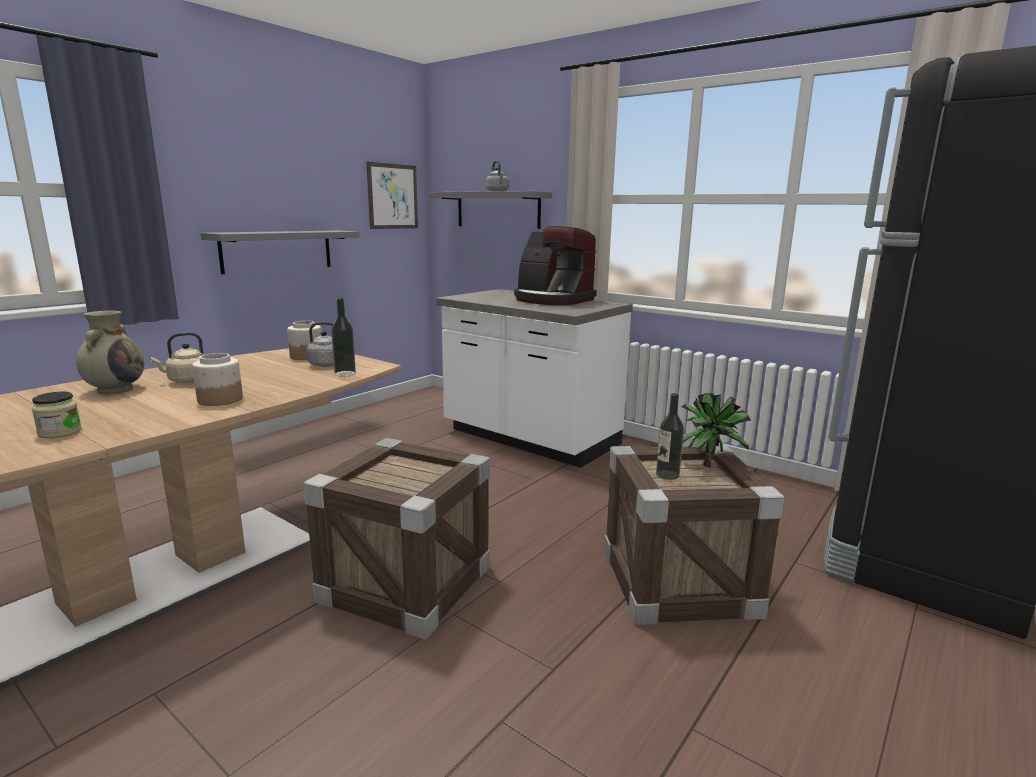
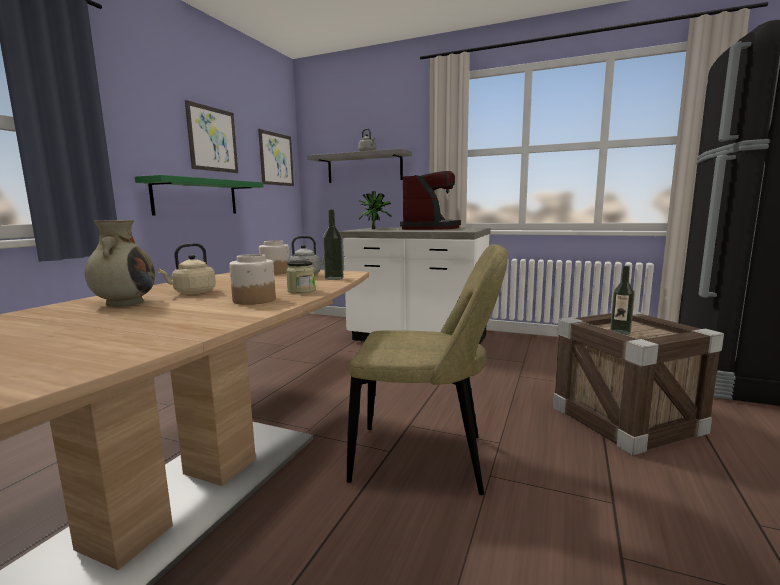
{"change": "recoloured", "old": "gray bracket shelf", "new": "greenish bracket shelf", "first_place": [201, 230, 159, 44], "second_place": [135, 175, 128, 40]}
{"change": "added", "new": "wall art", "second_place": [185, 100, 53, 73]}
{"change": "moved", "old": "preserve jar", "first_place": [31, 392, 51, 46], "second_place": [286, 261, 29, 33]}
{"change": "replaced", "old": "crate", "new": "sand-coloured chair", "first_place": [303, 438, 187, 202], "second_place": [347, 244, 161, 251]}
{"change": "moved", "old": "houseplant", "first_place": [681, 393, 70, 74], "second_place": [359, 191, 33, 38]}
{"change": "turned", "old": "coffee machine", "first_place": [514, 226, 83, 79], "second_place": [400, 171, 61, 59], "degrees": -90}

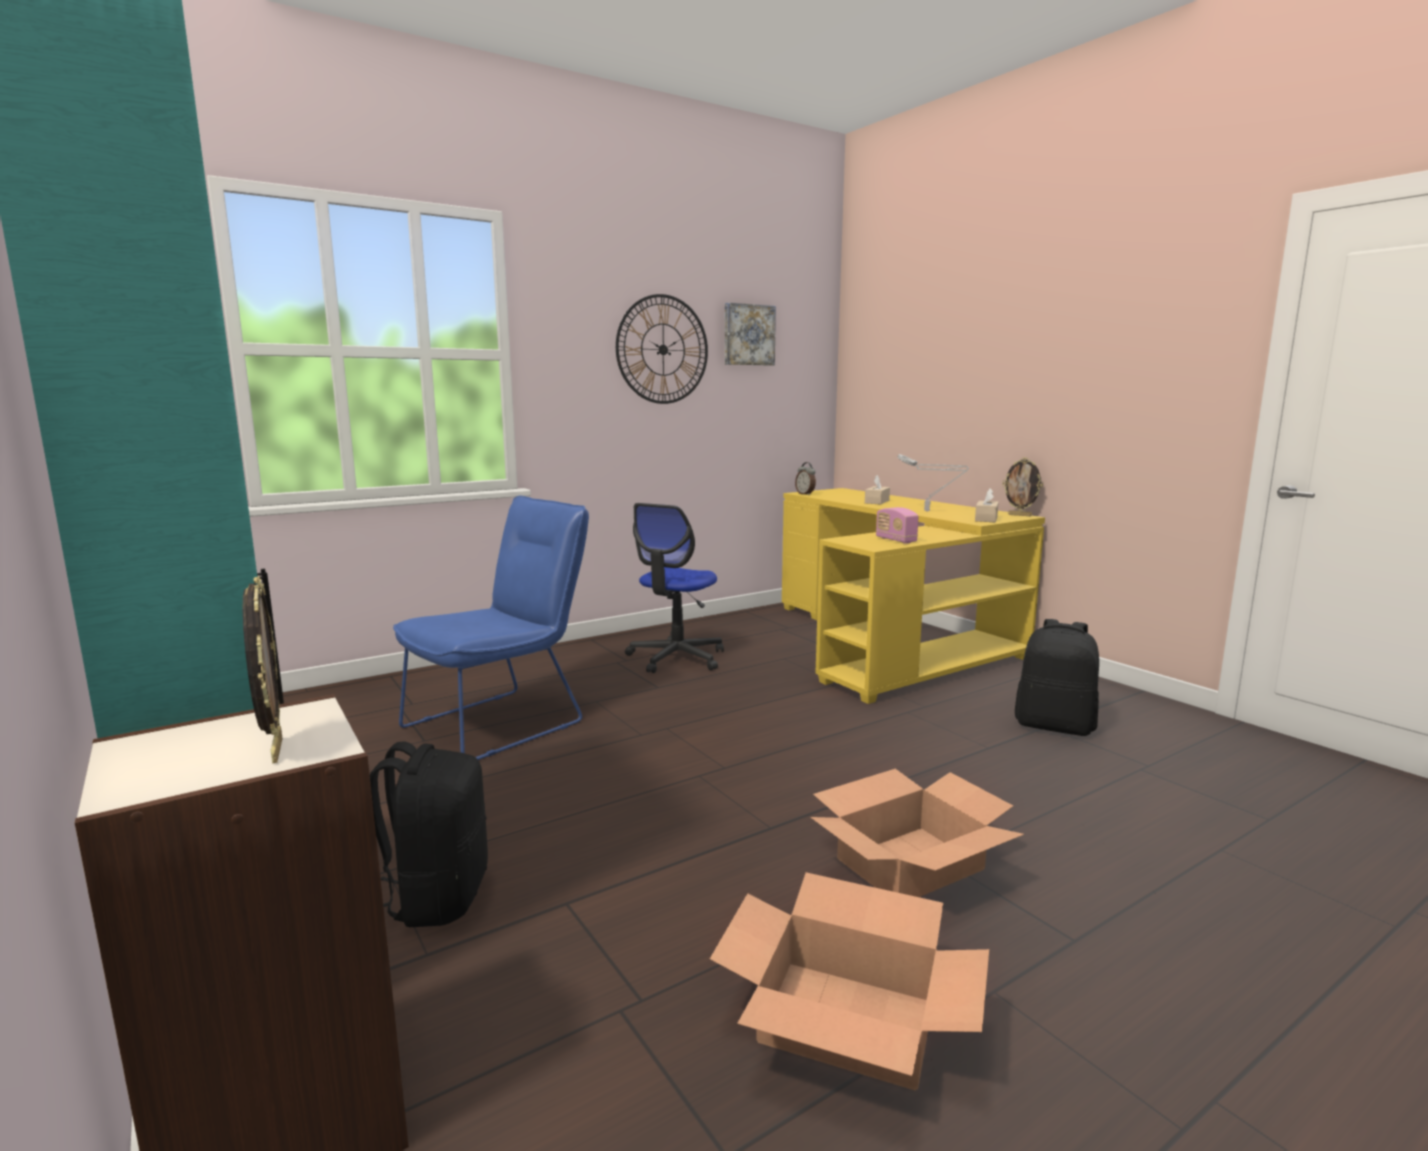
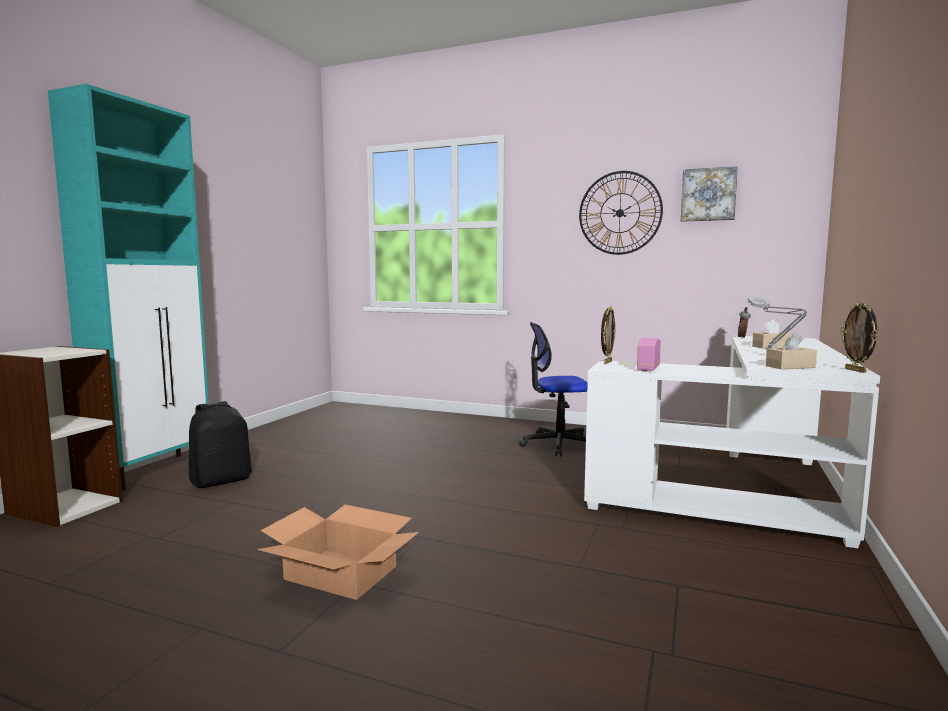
{"change": "recoloured", "old": "yellowish desk", "new": "white-coloured desk", "first_place": [782, 488, 263, 216], "second_place": [584, 335, 296, 213]}
{"change": "moved", "old": "picture frame", "first_place": [243, 576, 40, 188], "second_place": [601, 306, 15, 58]}
{"change": "removed", "old": "blue chair", "first_place": [393, 496, 196, 264]}
{"change": "removed", "old": "carton", "first_place": [710, 872, 279, 219]}
{"change": "removed", "old": "black knapsack", "first_place": [1015, 619, 84, 117]}

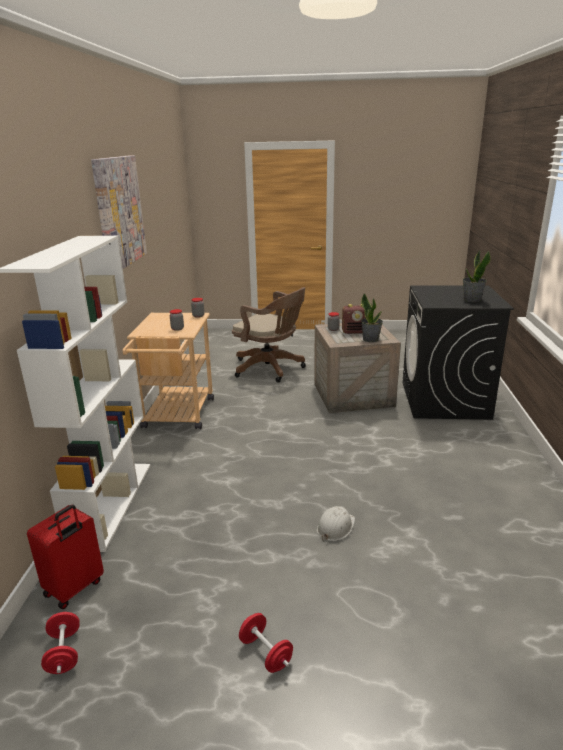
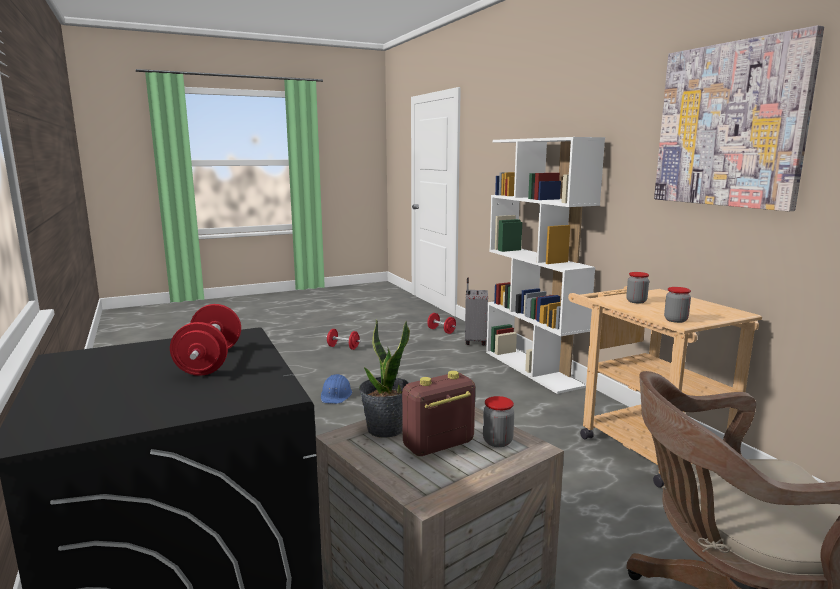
{"change": "added", "new": "red hand weight", "second_place": [170, 304, 71, 72]}
{"change": "recoloured", "old": "white-coloured safety helmet", "new": "blue safety helmet", "first_place": [317, 506, 38, 35], "second_place": [321, 374, 31, 30]}
{"change": "recoloured", "old": "red suitcase", "new": "gray suitcase", "first_place": [27, 505, 77, 104], "second_place": [465, 278, 23, 68]}
{"change": "removed", "old": "houseplant", "first_place": [463, 249, 28, 53]}

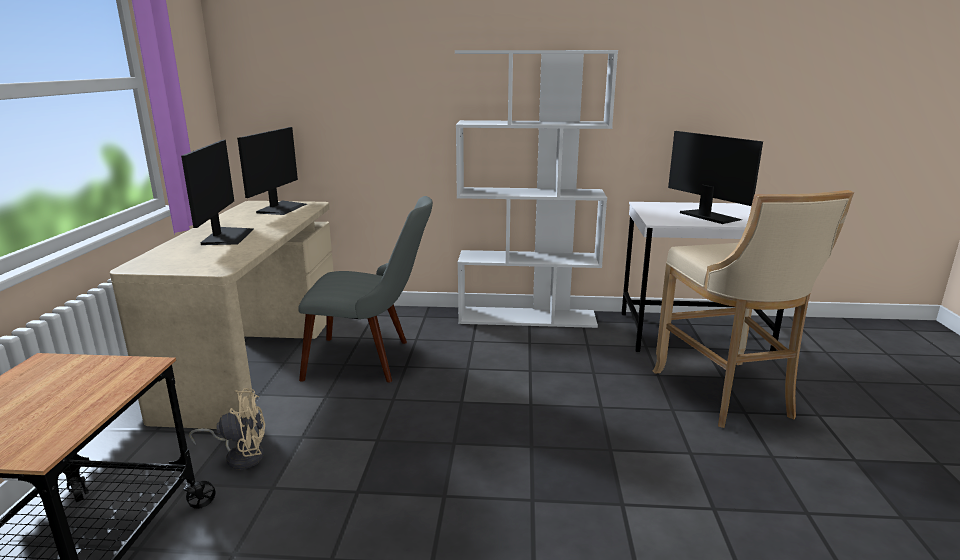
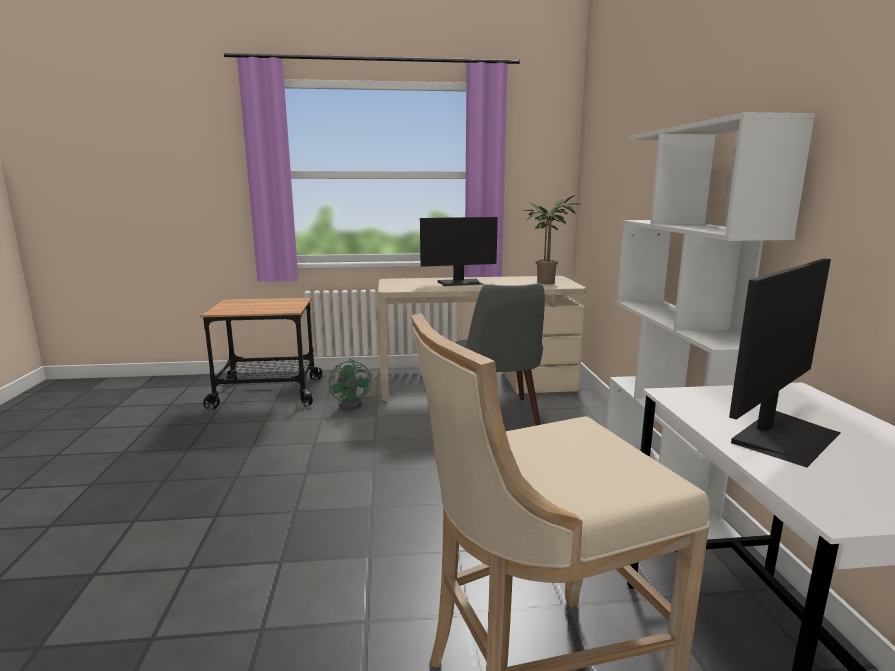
{"change": "recoloured", "old": "sand-coloured fan", "new": "greenish fan", "first_place": [189, 388, 76, 81], "second_place": [329, 359, 42, 51]}
{"change": "replaced", "old": "computer display", "new": "houseplant", "first_place": [237, 127, 70, 88], "second_place": [523, 196, 58, 88]}

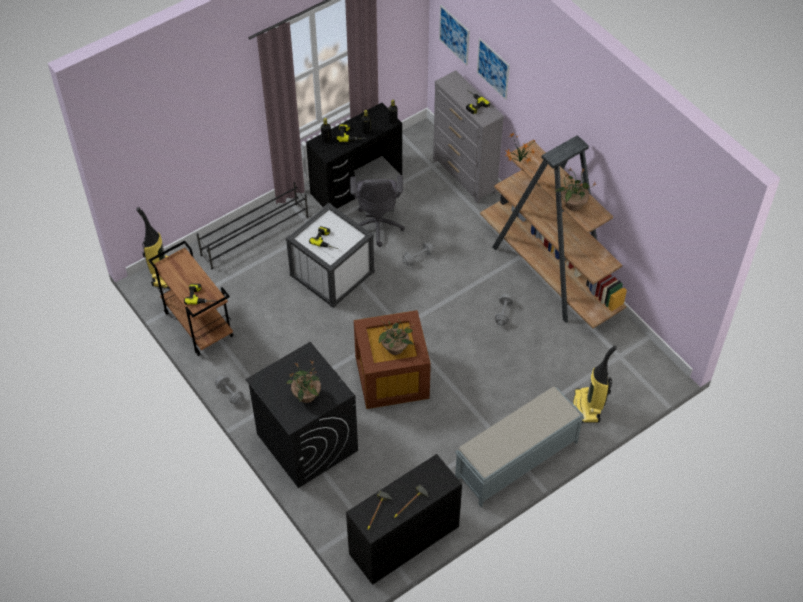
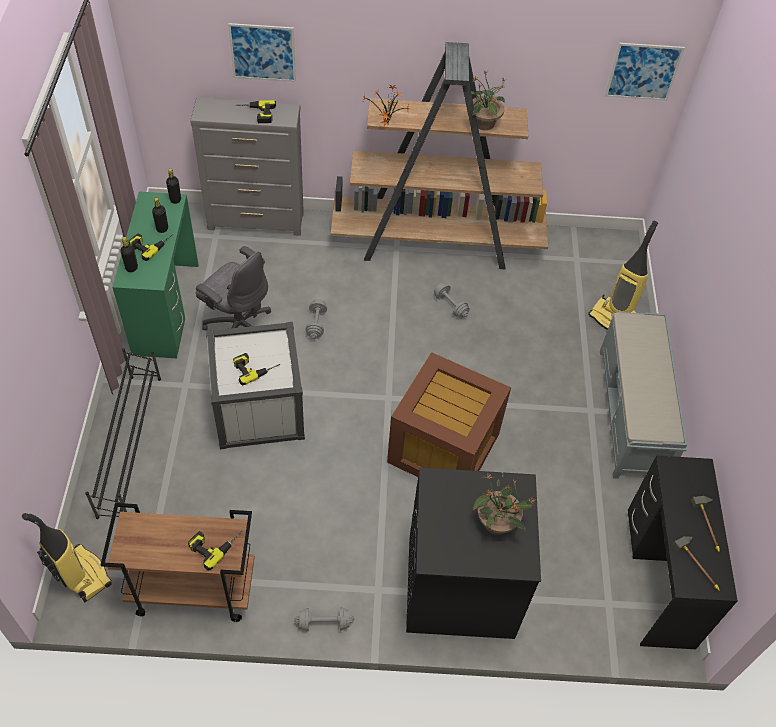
{"change": "recoloured", "old": "black desk", "new": "greenish desk", "first_place": [306, 103, 96, 106], "second_place": [112, 192, 87, 166]}
{"change": "moved", "old": "wall art", "first_place": [439, 5, 31, 61], "second_place": [605, 43, 80, 58]}
{"change": "removed", "old": "houseplant", "first_place": [379, 317, 35, 38]}

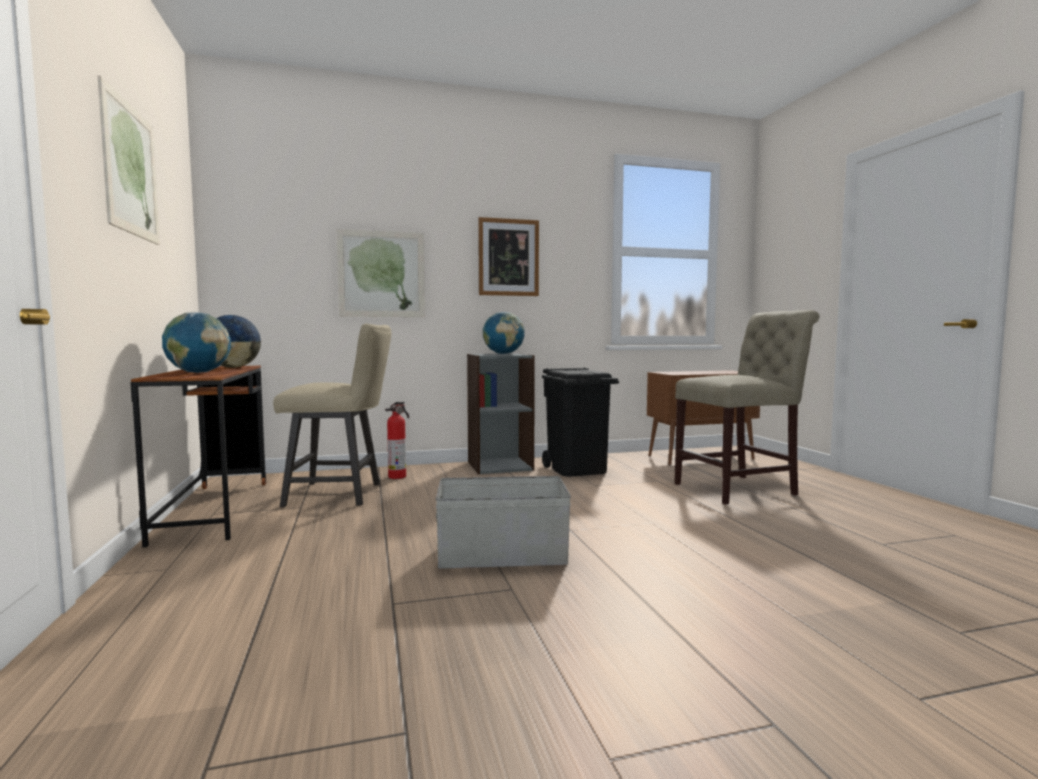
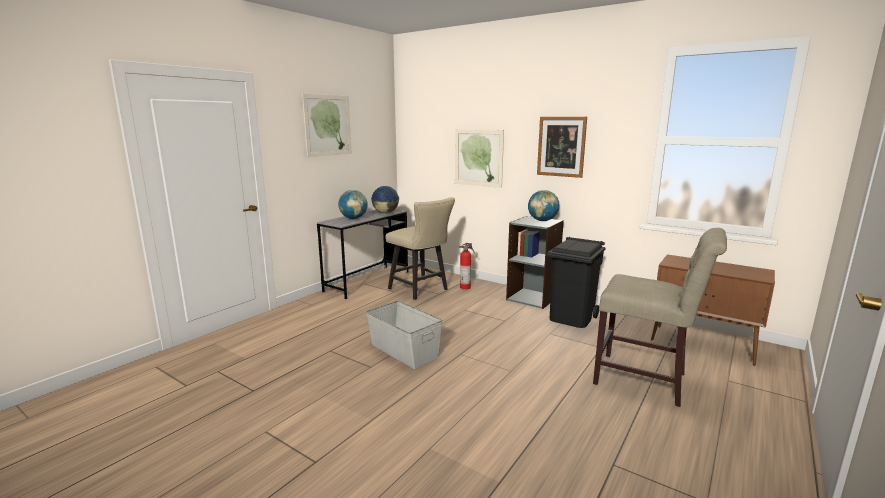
{"change": "recoloured", "old": "brown-coloured desk", "new": "gray desk", "first_place": [130, 366, 136, 181], "second_place": [317, 209, 92, 90]}

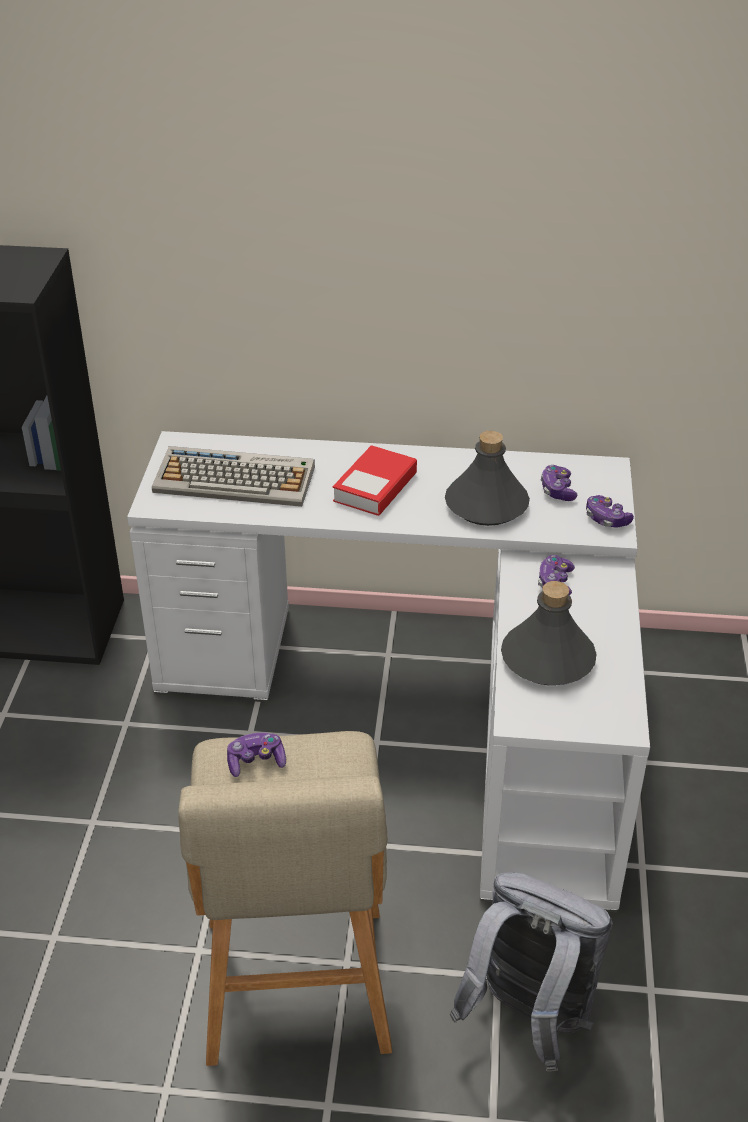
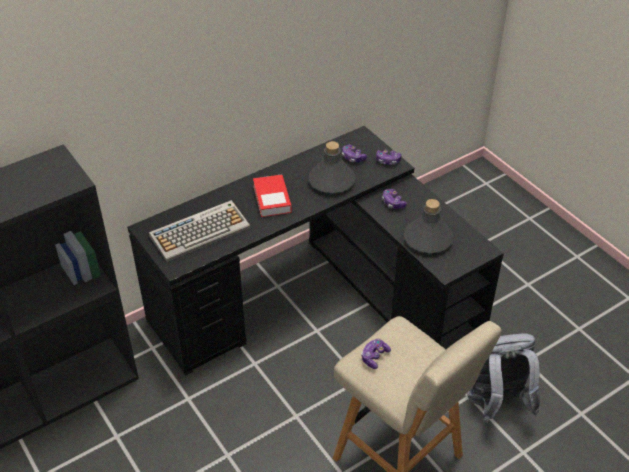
{"change": "recoloured", "old": "white-coloured desk", "new": "black desk", "first_place": [127, 431, 523, 481], "second_place": [127, 126, 377, 250]}

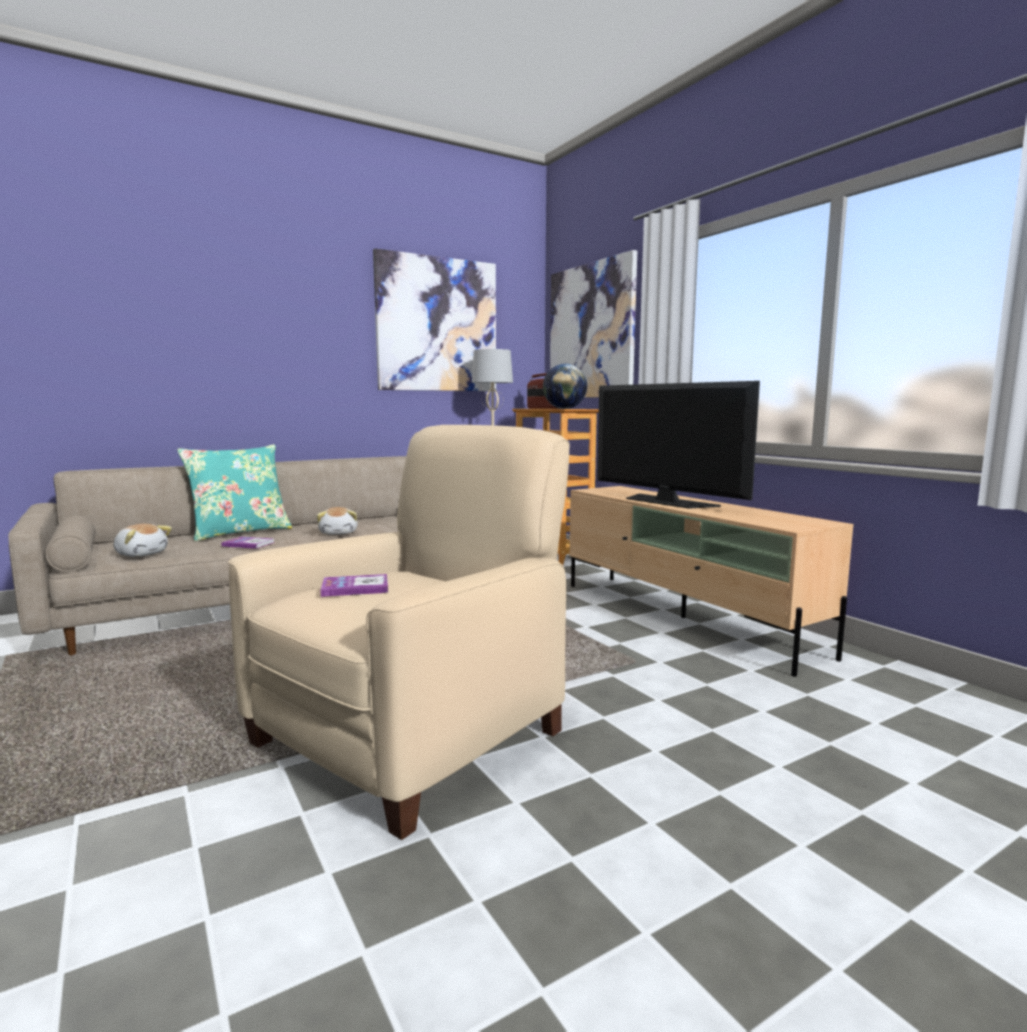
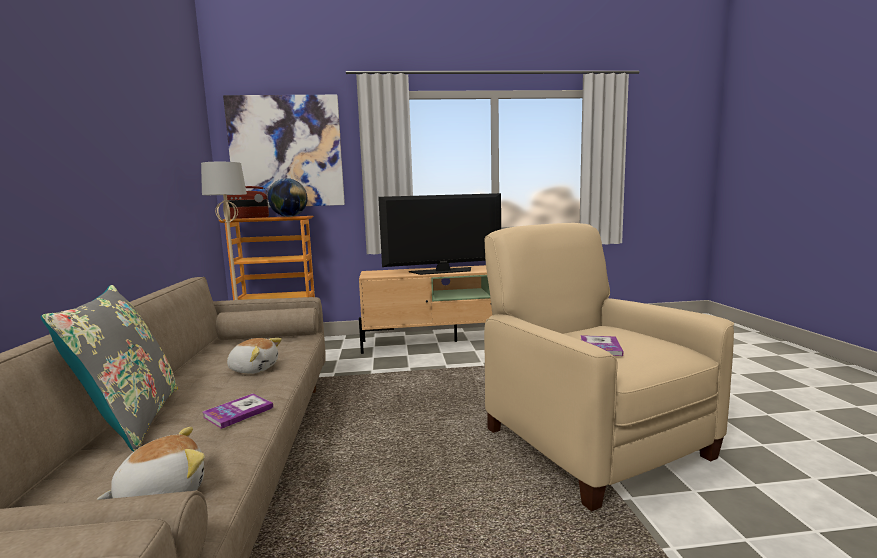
{"change": "recoloured", "old": "turquoise cushion", "new": "gray cushion", "first_place": [177, 444, 115, 97], "second_place": [41, 285, 137, 167]}
{"change": "removed", "old": "wall art", "first_place": [373, 248, 123, 143]}

